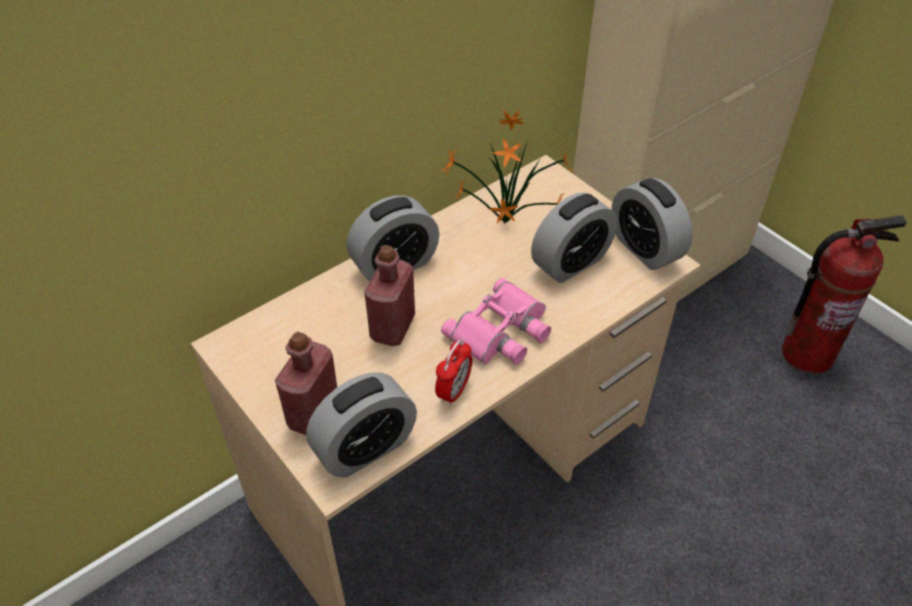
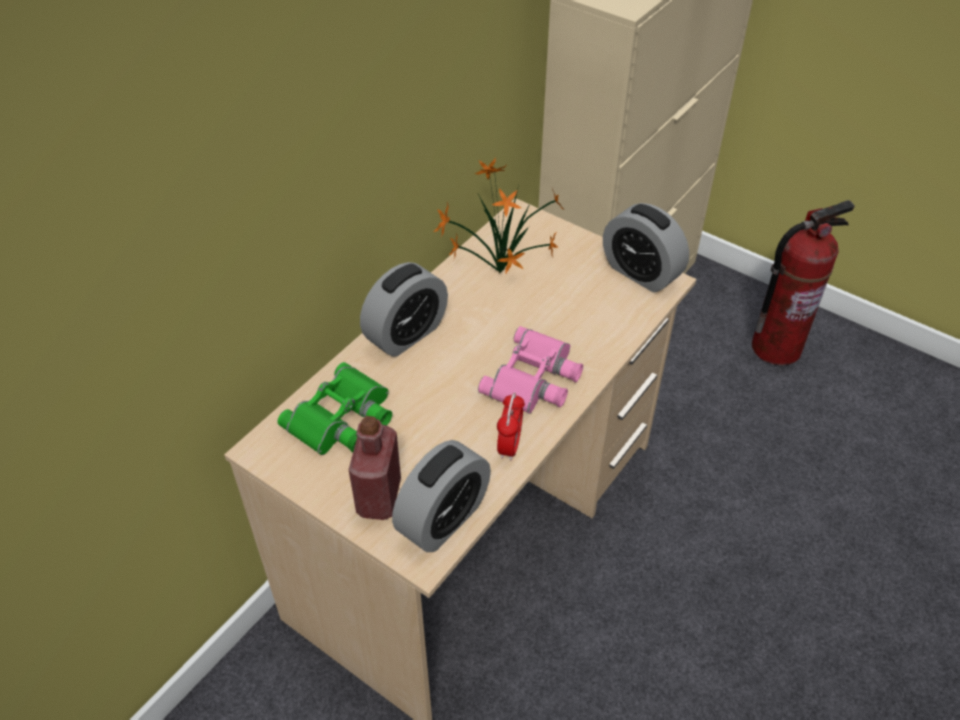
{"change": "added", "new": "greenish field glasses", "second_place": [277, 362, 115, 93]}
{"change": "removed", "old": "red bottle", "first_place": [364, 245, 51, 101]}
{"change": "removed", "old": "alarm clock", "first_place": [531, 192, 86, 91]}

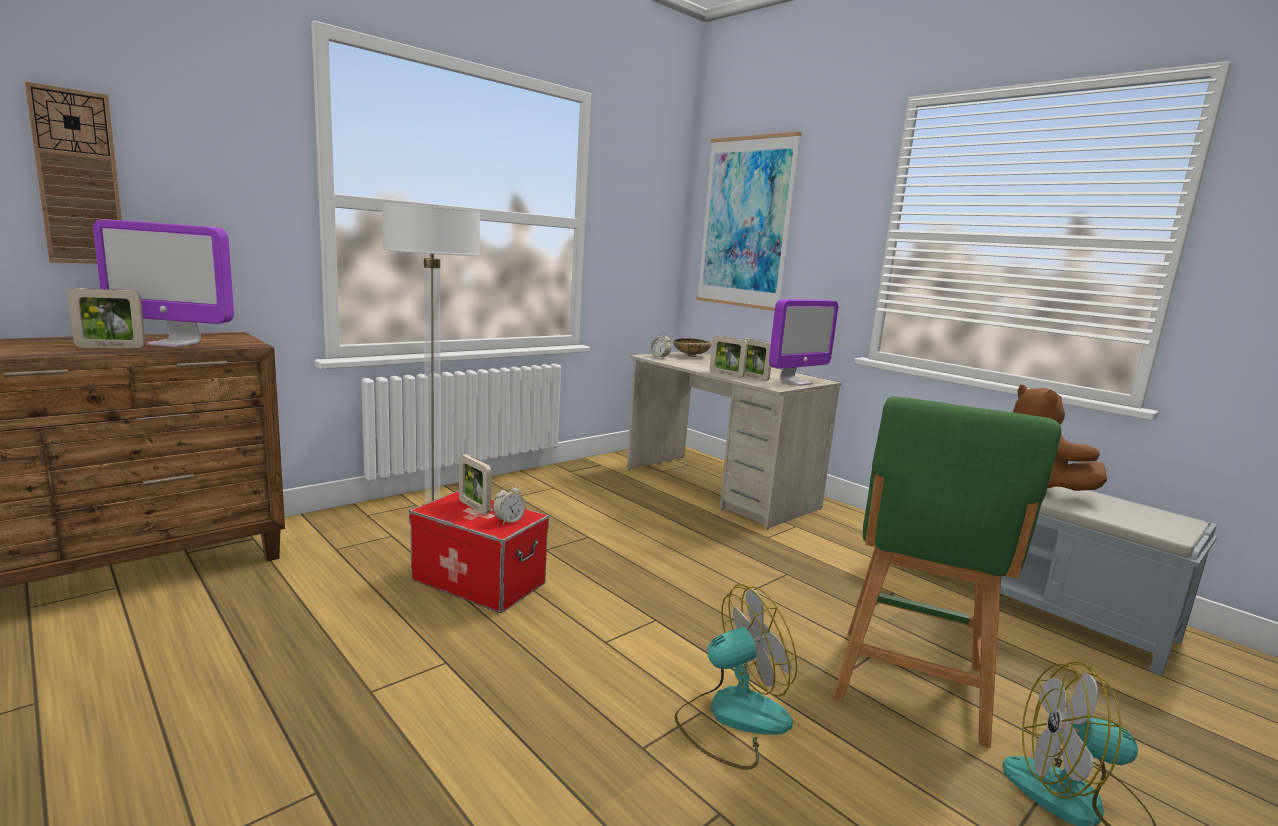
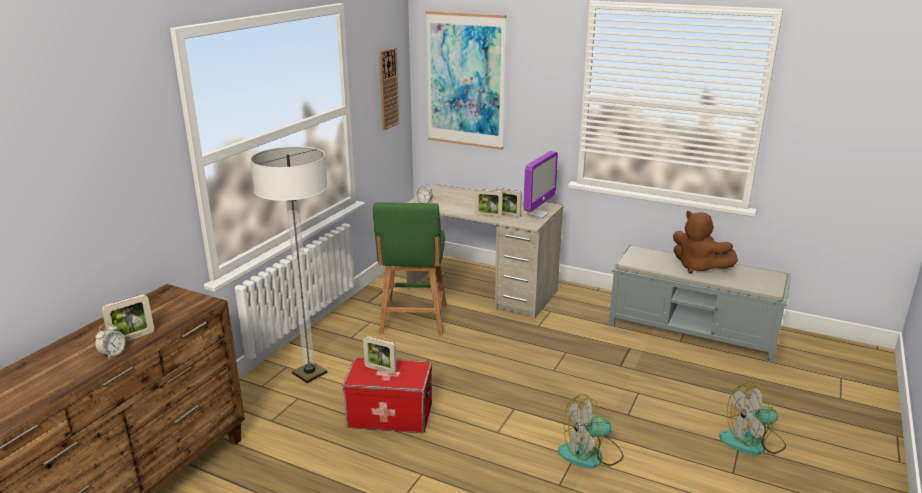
{"change": "moved", "old": "alarm clock", "first_place": [493, 483, 33, 41], "second_place": [95, 323, 30, 36]}
{"change": "moved", "old": "greenish stool", "first_place": [832, 397, 229, 351], "second_place": [373, 202, 74, 134]}
{"change": "moved", "old": "hanging clock", "first_place": [25, 81, 97, 183], "second_place": [379, 47, 20, 83]}
{"change": "turned", "old": "fan", "first_place": [674, 584, 123, 186], "second_place": [558, 394, 66, 75], "degrees": -150}
{"change": "removed", "old": "computer display", "first_place": [93, 219, 141, 128]}
{"change": "removed", "old": "sand-coloured bowl", "first_place": [673, 337, 39, 20]}

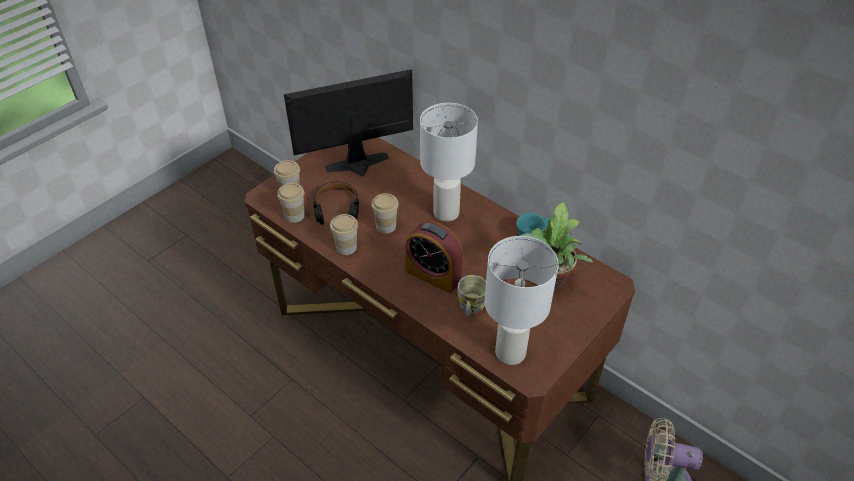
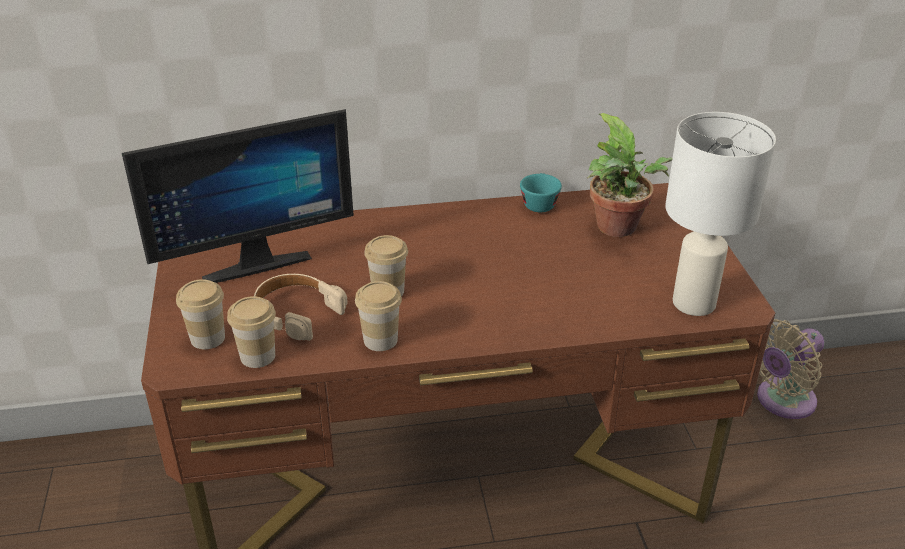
{"change": "turned", "old": "computer display", "first_place": [284, 70, 129, 107], "second_place": [122, 109, 232, 174], "degrees": -135}
{"change": "recoloured", "old": "black headset", "new": "sand-coloured headset", "first_place": [313, 181, 46, 44], "second_place": [254, 274, 94, 67]}
{"change": "removed", "old": "alarm clock", "first_place": [405, 221, 58, 72]}
{"change": "removed", "old": "white-coloured table lamp", "first_place": [420, 103, 58, 119]}
{"change": "removed", "old": "mug", "first_place": [457, 275, 29, 41]}

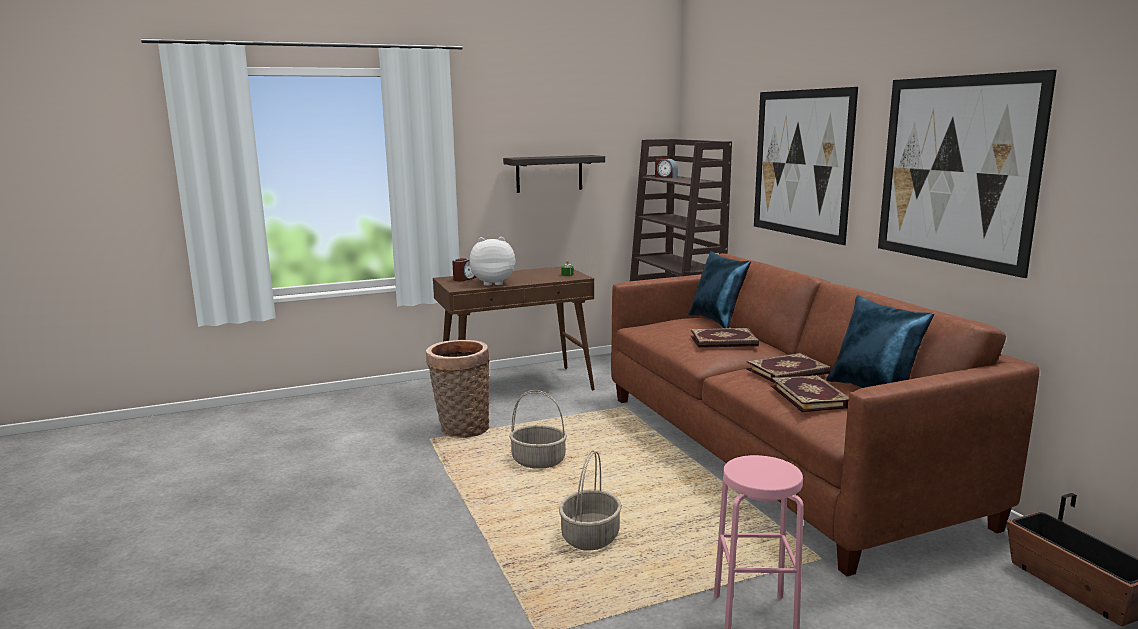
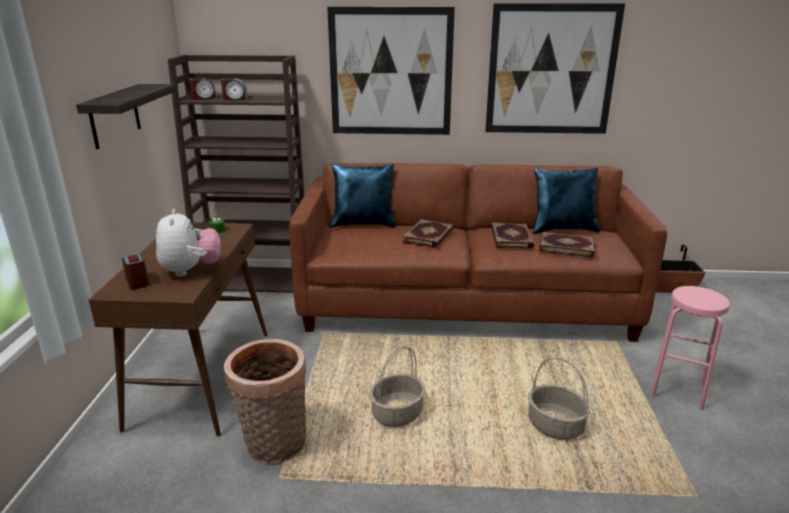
{"change": "turned", "old": "soft toy", "first_place": [469, 237, 46, 49], "second_place": [156, 209, 65, 68], "degrees": 150}
{"change": "added", "new": "alarm clock", "second_place": [221, 78, 27, 22]}

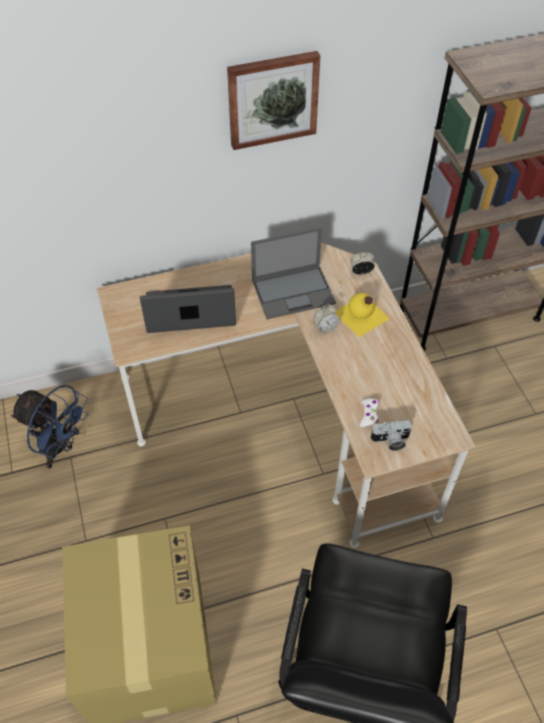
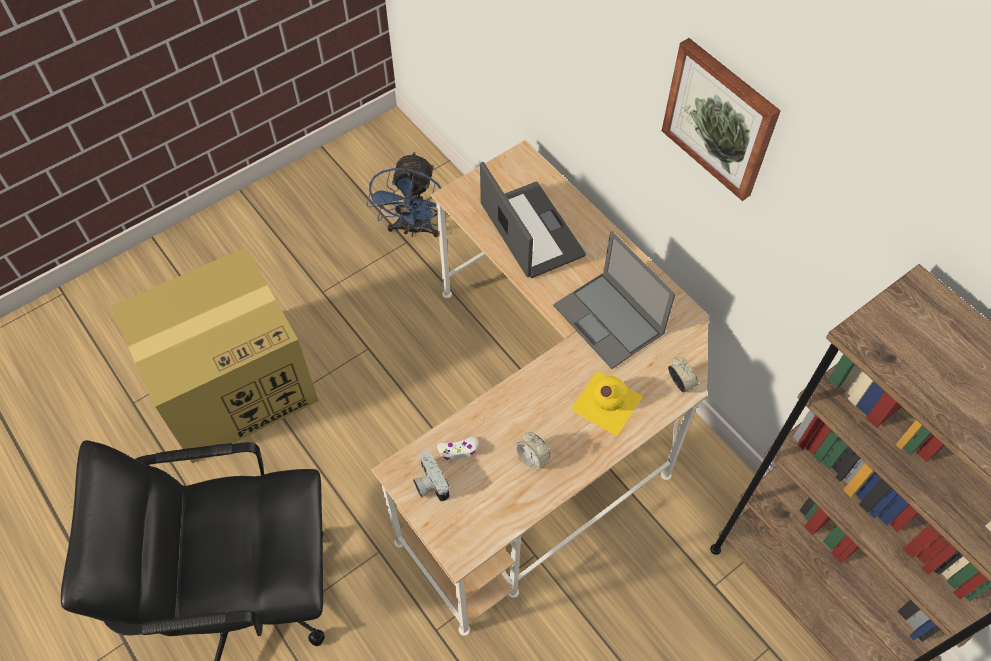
{"change": "moved", "old": "alarm clock", "first_place": [313, 304, 27, 30], "second_place": [516, 432, 34, 38]}

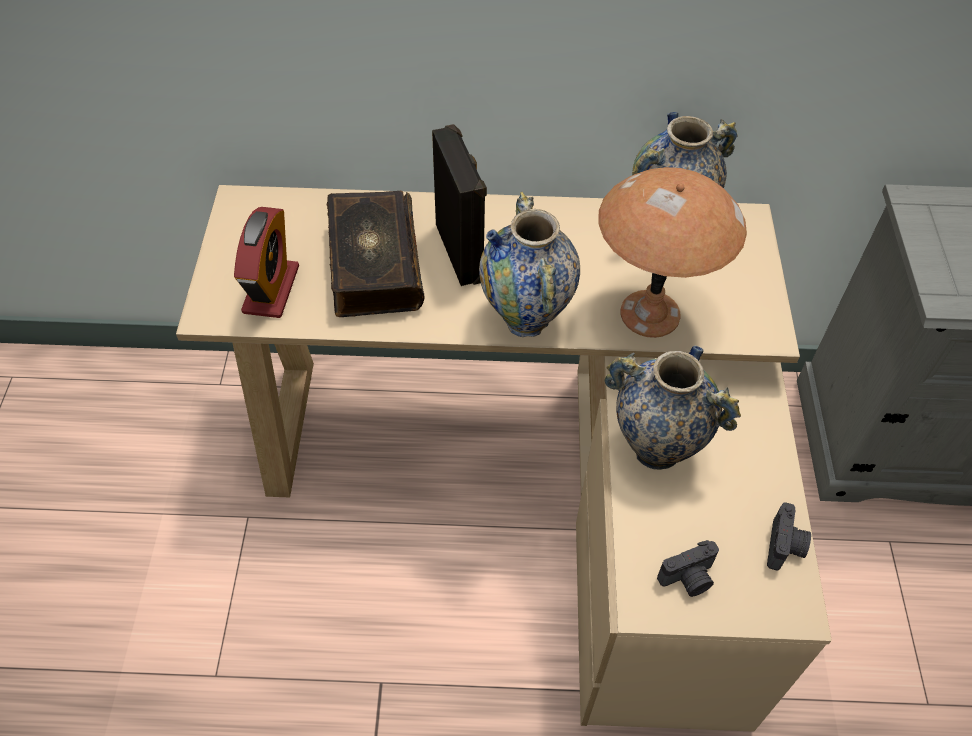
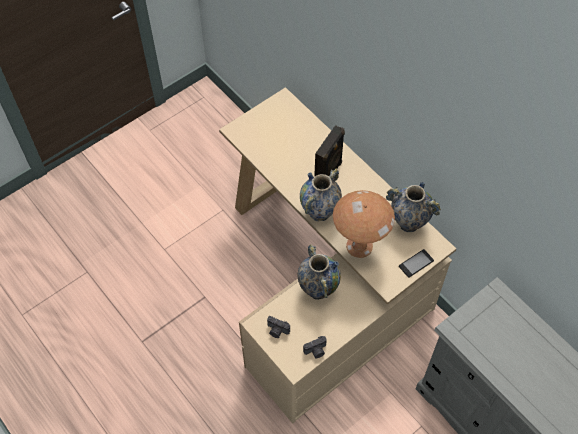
{"change": "added", "new": "phone", "second_place": [399, 249, 35, 29]}
{"change": "removed", "old": "alarm clock", "first_place": [234, 207, 65, 111]}
{"change": "removed", "old": "bound book", "first_place": [327, 191, 98, 126]}

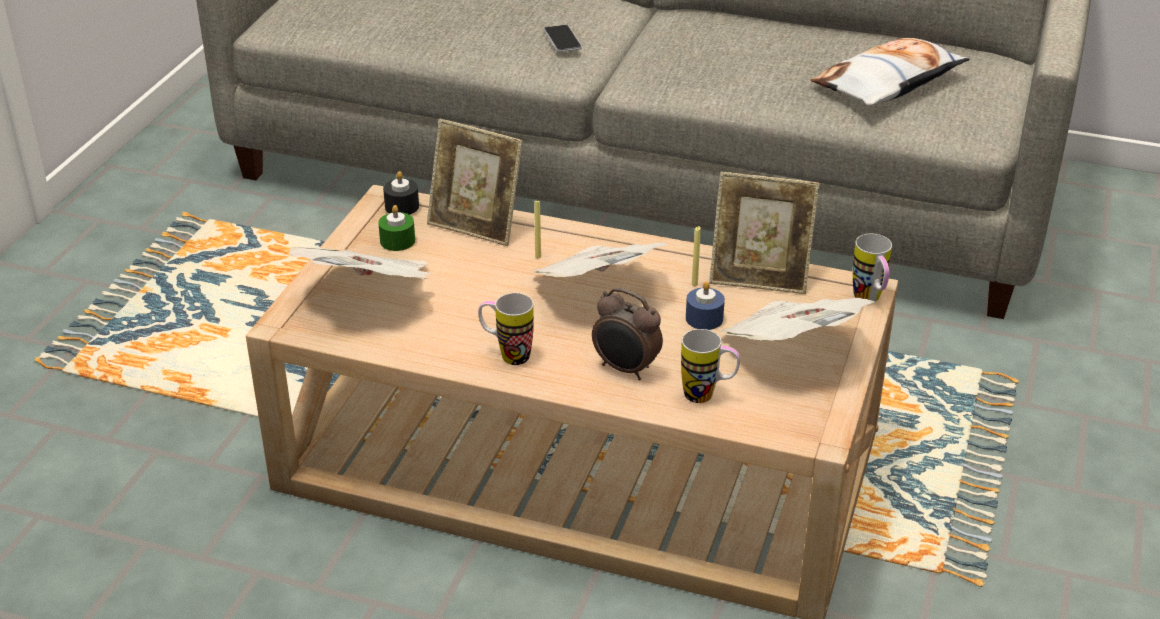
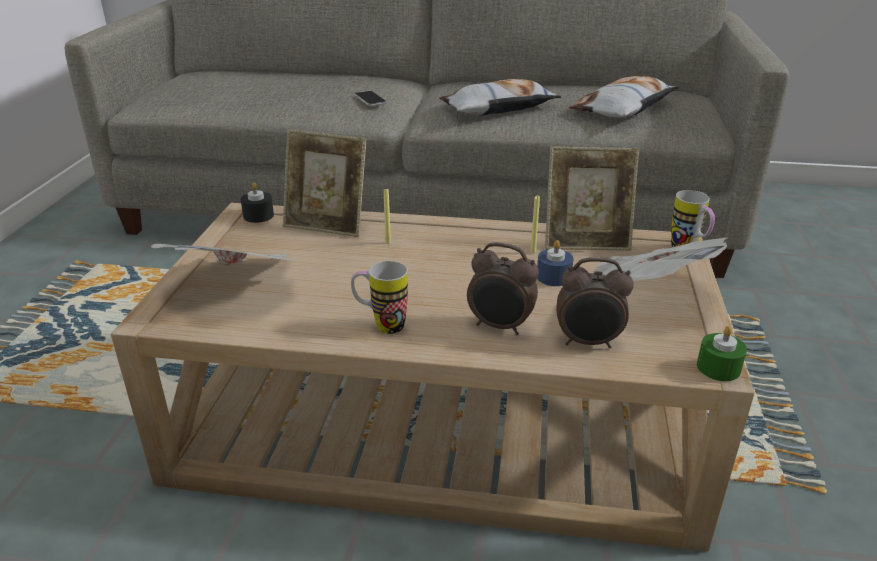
{"change": "added", "new": "cushion", "second_place": [439, 79, 123, 37]}
{"change": "replaced", "old": "mug", "new": "alarm clock", "first_place": [681, 329, 59, 74], "second_place": [556, 257, 78, 91]}
{"change": "moved", "old": "greenish wax candle", "first_place": [378, 205, 37, 46], "second_place": [697, 326, 50, 55]}
{"change": "removed", "old": "daily paper", "first_place": [532, 242, 137, 35]}

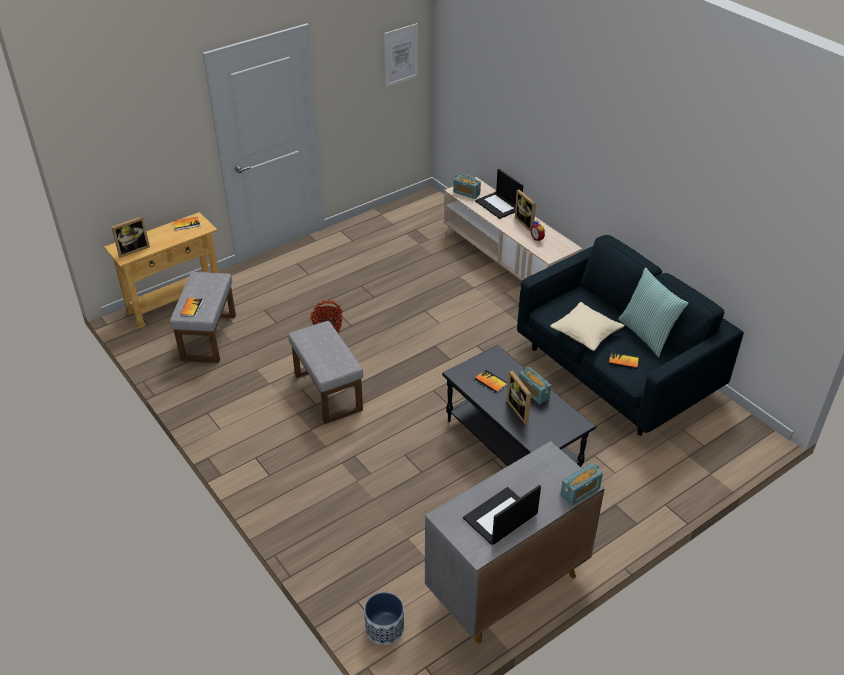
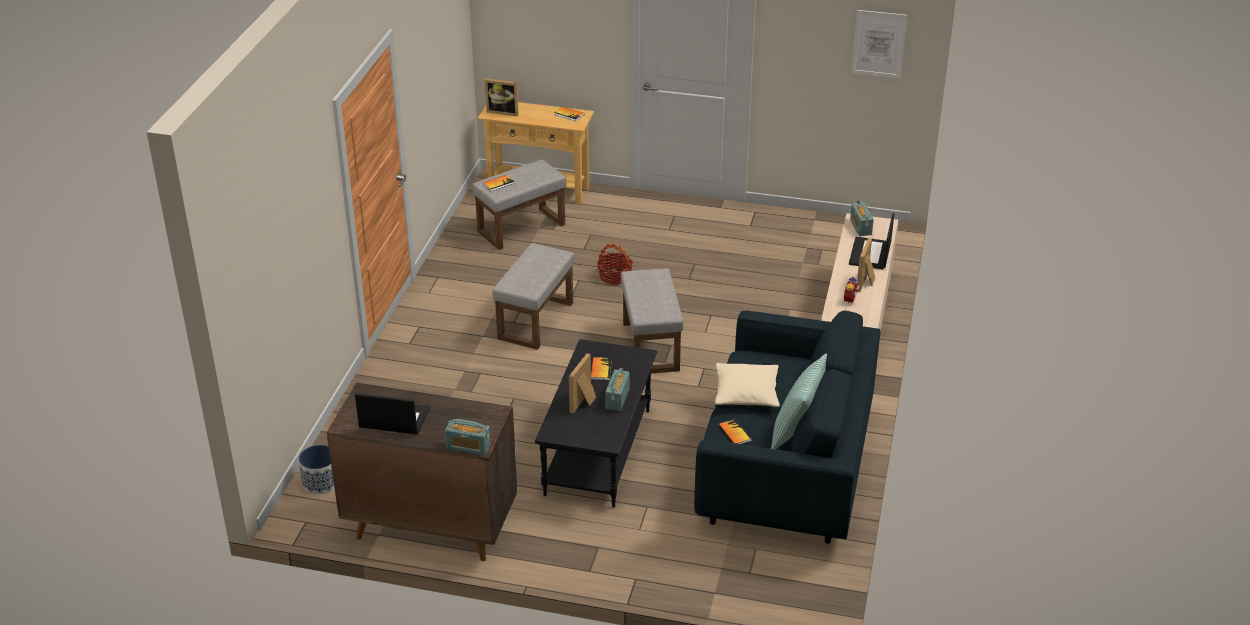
{"change": "recoloured", "old": "gray storage cabinet", "new": "brown-coloured storage cabinet", "first_place": [425, 441, 180, 203], "second_place": [326, 383, 191, 178]}
{"change": "added", "new": "gray pouffe", "second_place": [621, 268, 62, 105]}

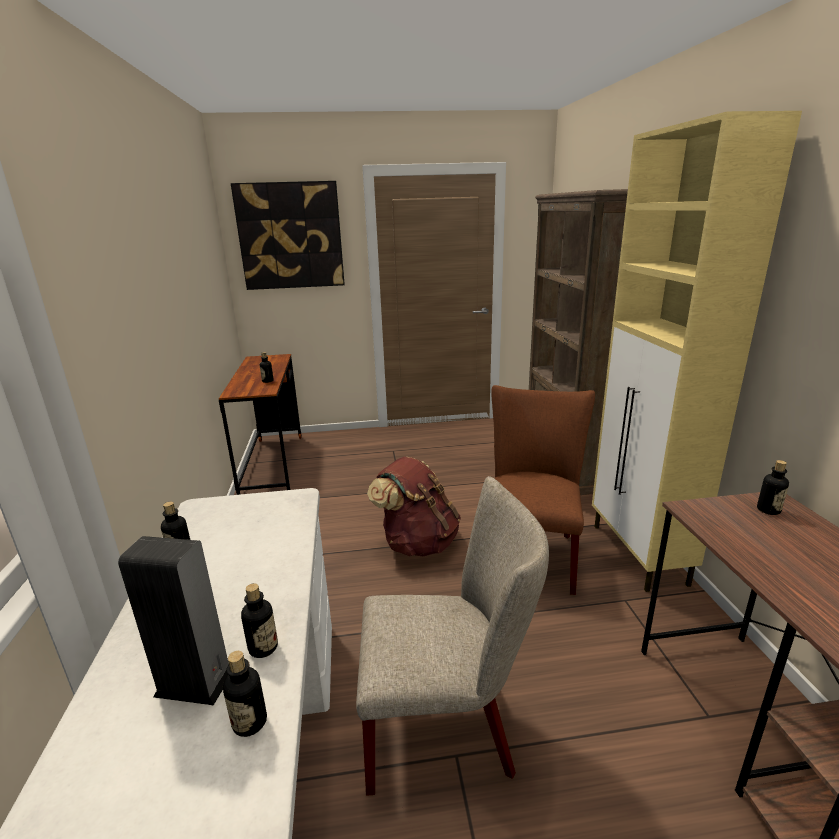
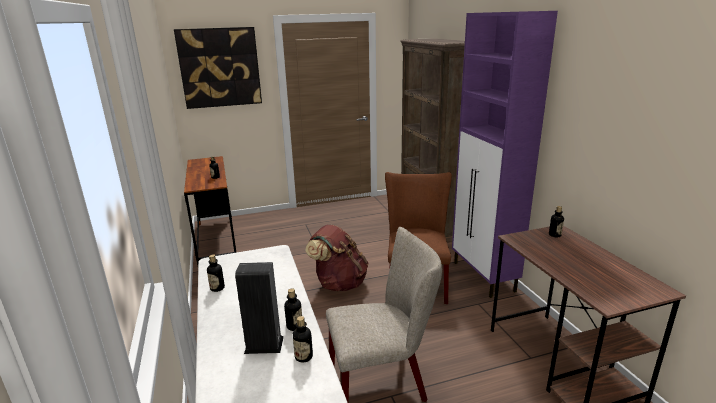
{"change": "recoloured", "old": "sand-coloured storage cabinet", "new": "purplish storage cabinet", "first_place": [592, 111, 210, 481], "second_place": [452, 11, 106, 287]}

